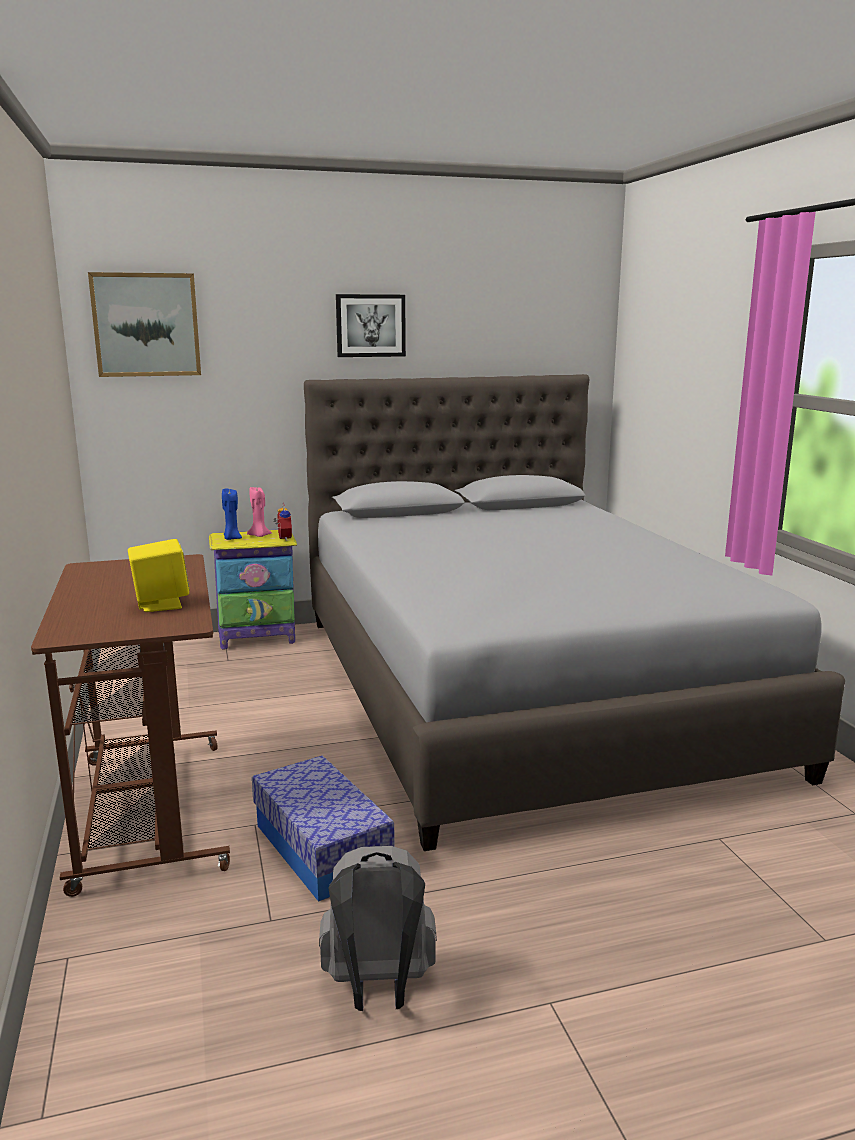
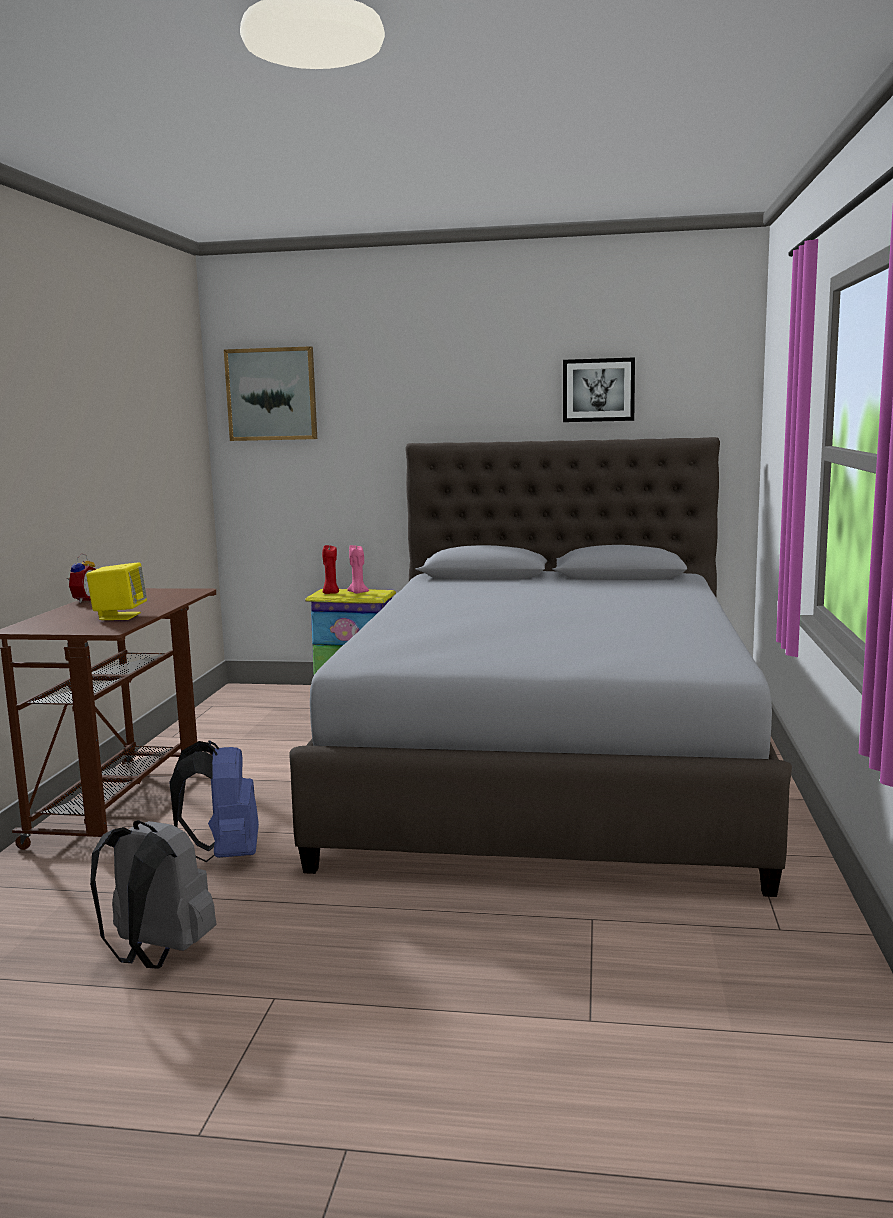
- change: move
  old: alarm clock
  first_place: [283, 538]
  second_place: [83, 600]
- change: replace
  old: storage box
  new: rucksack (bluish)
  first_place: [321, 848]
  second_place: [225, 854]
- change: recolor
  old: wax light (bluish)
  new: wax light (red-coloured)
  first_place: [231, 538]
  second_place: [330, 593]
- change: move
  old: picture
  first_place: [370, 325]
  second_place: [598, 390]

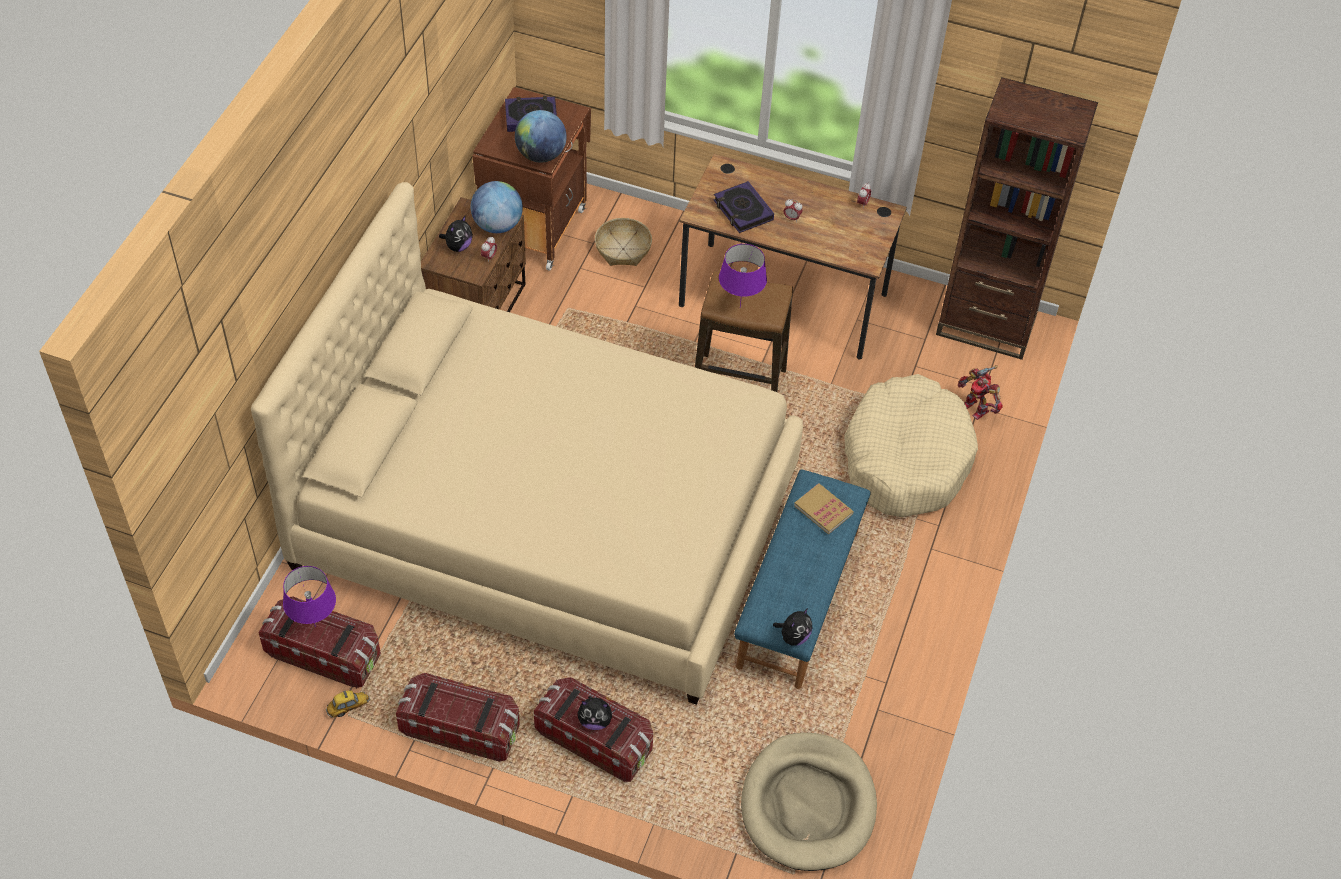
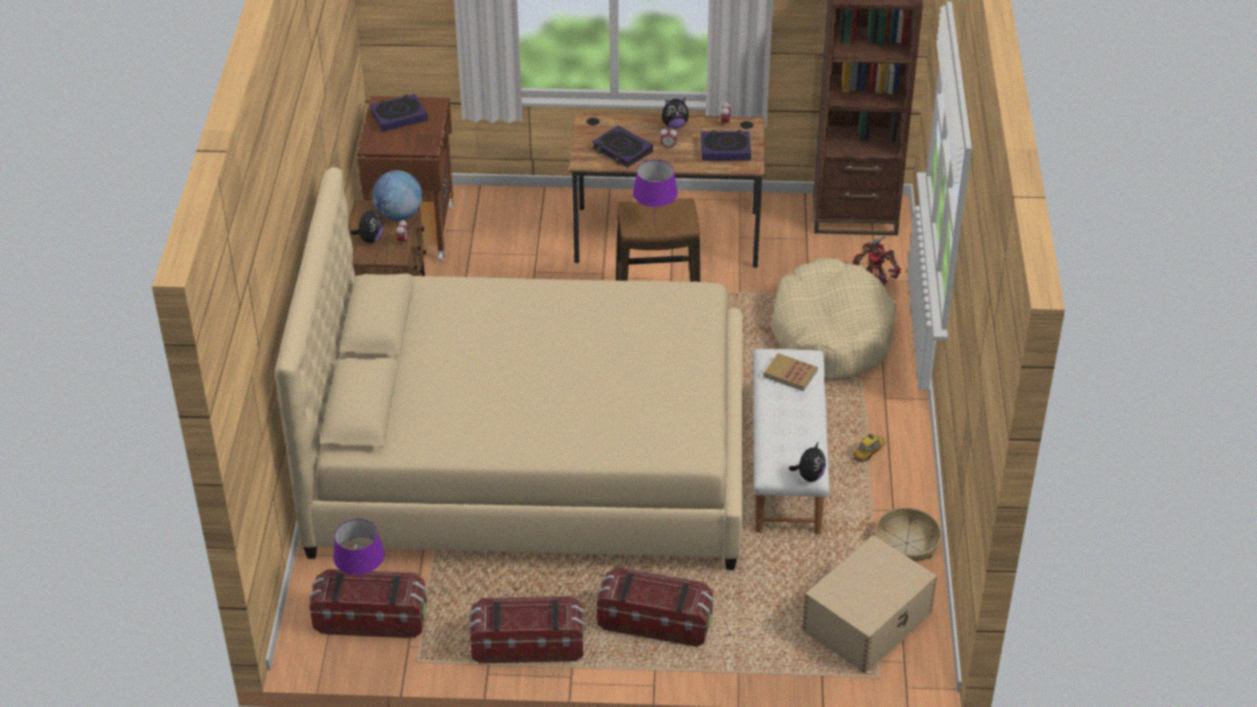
- change: move
  old: plush toy
  first_place: [595, 721]
  second_place: [674, 125]
- change: insert
  new: volume
  second_place: [725, 149]
- change: recolor
  old: bench (bluish)
  new: bench (white)
  first_place: [797, 598]
  second_place: [785, 465]
- change: replace
  old: dog bed (beige-coloured)
  new: storage box (beige-coloured)
  first_place: [808, 805]
  second_place: [868, 621]
- change: move
  old: toy car
  first_place: [348, 707]
  second_place: [869, 453]
- change: move
  old: basket
  first_place: [622, 249]
  second_place: [906, 543]
- change: delete
  old: world globe
  first_place: [541, 155]

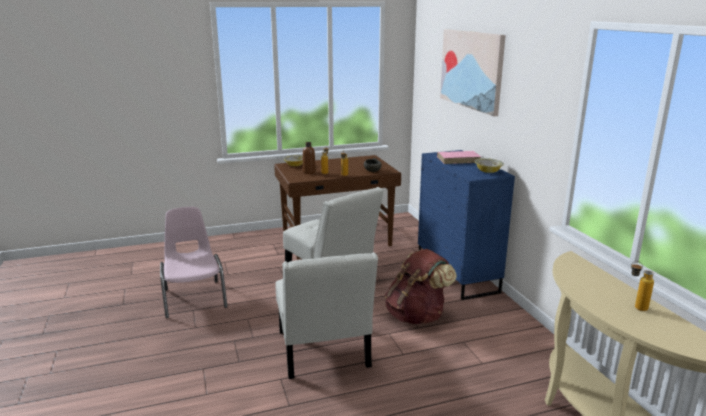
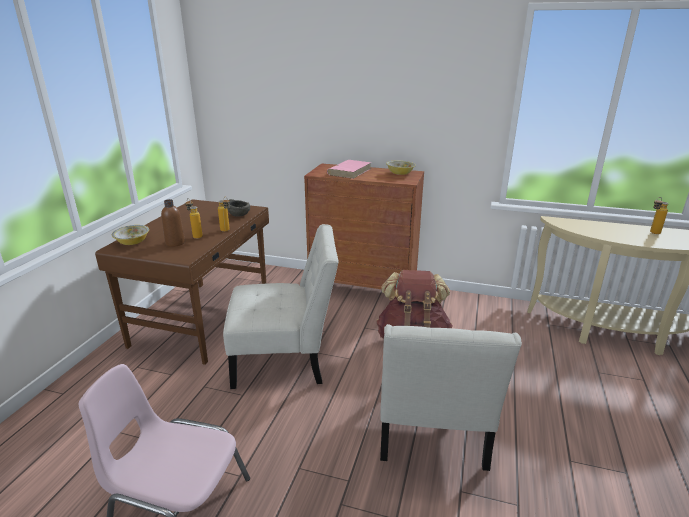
- change: recolor
  old: drawer chest (bluish)
  new: drawer chest (brownish)
  first_place: [458, 274]
  second_place: [363, 289]
- change: rotate
  old: plain chair (white)
  first_place: [323, 353]
  second_place: [431, 431]
  degrees: 75
- change: delete
  old: picture
  first_place: [472, 69]

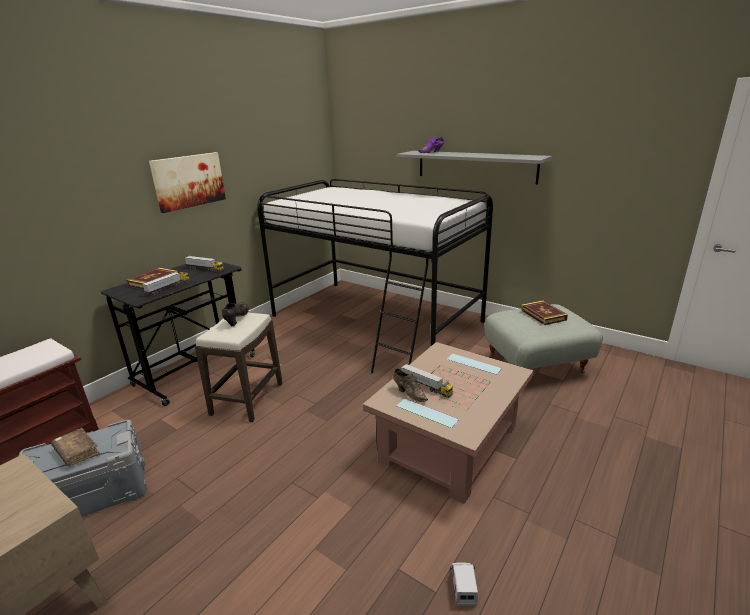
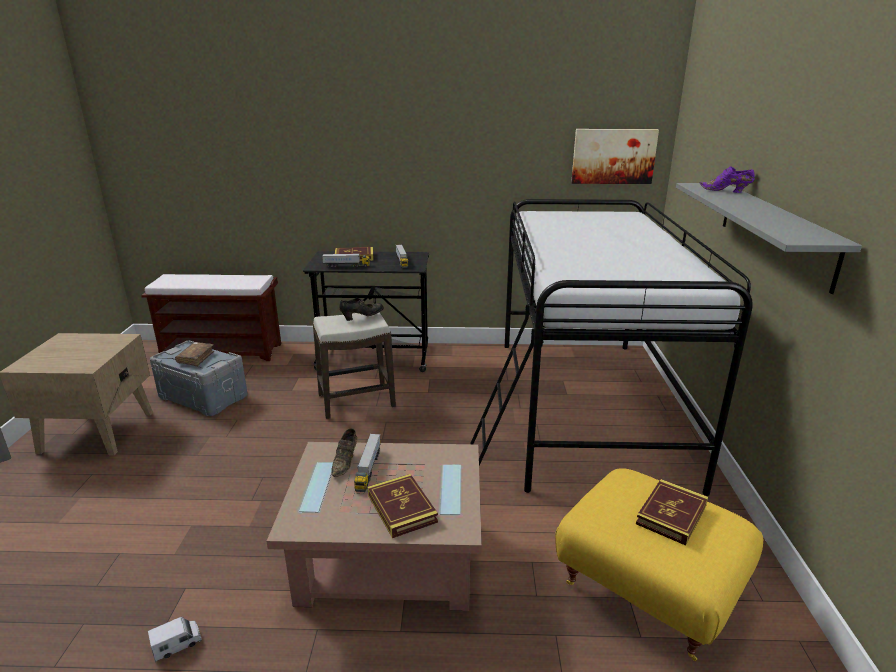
- change: insert
  new: volume
  second_place: [402, 508]
- change: recolor
  old: footrest (grey)
  new: footrest (yellow)
  first_place: [536, 366]
  second_place: [646, 592]
- change: move
  old: picture
  first_place: [188, 181]
  second_place: [613, 156]

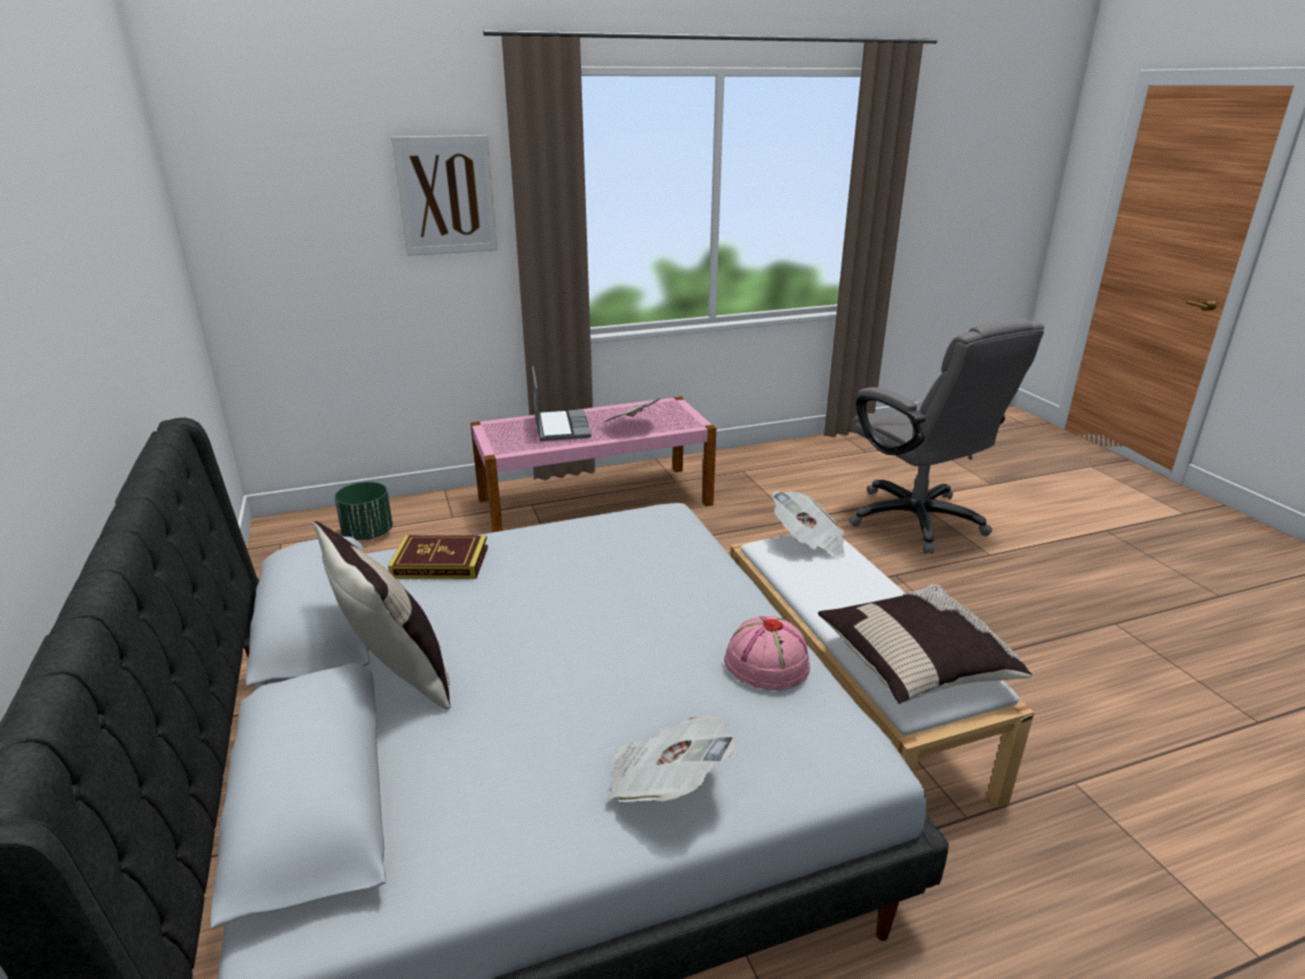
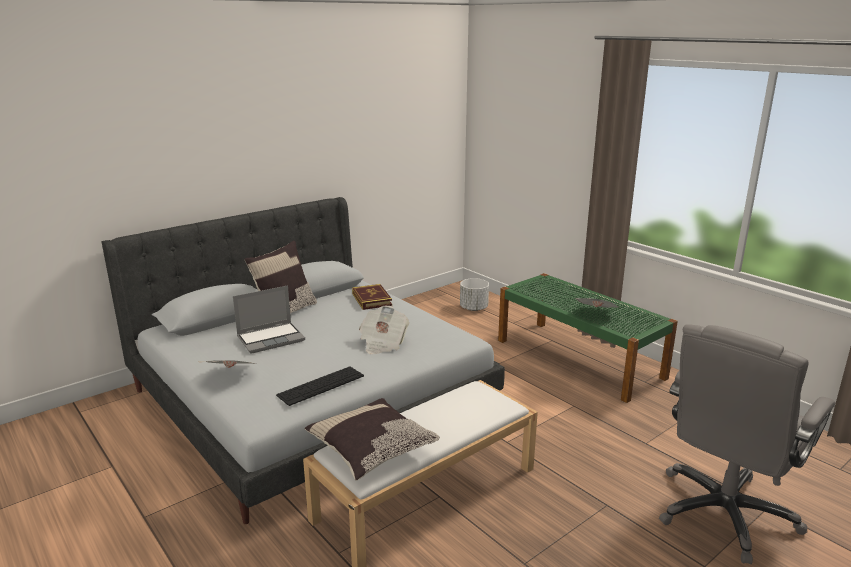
- change: move
  old: portable computer
  first_place: [560, 427]
  second_place: [271, 338]
- change: replace
  old: wearable hat (pink)
  new: computer keyboard
  first_place: [766, 663]
  second_place: [321, 385]
- change: move
  old: printed paper
  first_place: [809, 542]
  second_place: [383, 343]
- change: recolor
  old: plant pot (greenish)
  new: plant pot (white)
  first_place: [368, 534]
  second_place: [474, 308]
- change: recolor
  old: bench (pink)
  new: bench (greenish)
  first_place: [594, 501]
  second_place: [579, 358]
- change: delete
  old: picture
  first_place: [446, 195]

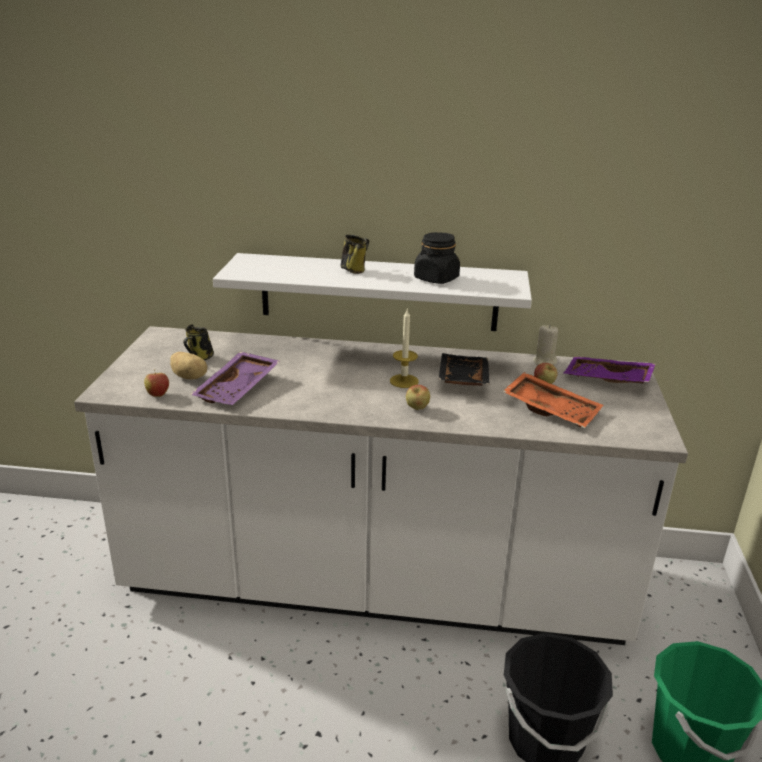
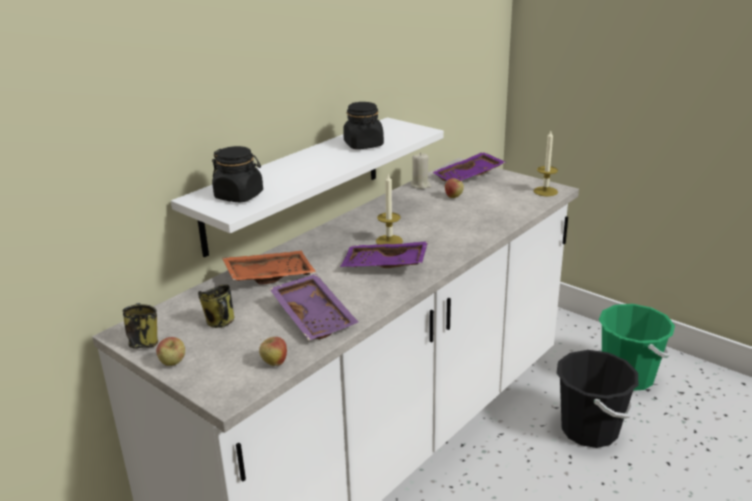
- change: move
  old: mug
  first_place: [354, 270]
  second_place: [143, 342]
- change: move
  old: whole apple
  first_place: [417, 409]
  second_place: [173, 364]
- change: insert
  new: preserve jar (black-coloured)
  second_place: [239, 196]
- change: move
  old: carrying tray (orange-coloured)
  first_place: [551, 409]
  second_place: [269, 275]
- change: insert
  new: carrying tray (purple)
  second_place: [384, 266]
- change: insert
  new: wax light
  second_place: [545, 191]
- change: delete
  old: spud
  first_place: [190, 377]
- change: delete
  old: carrying tray (black-coloured)
  first_place: [461, 379]

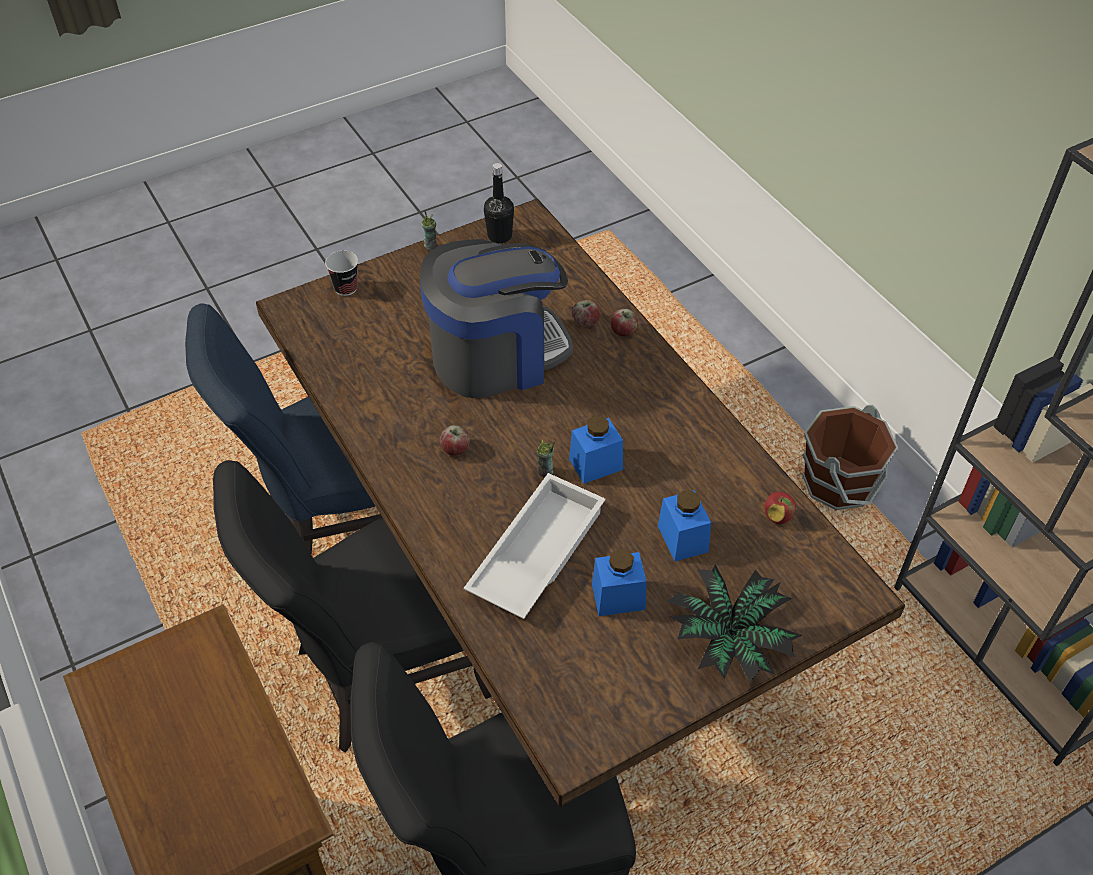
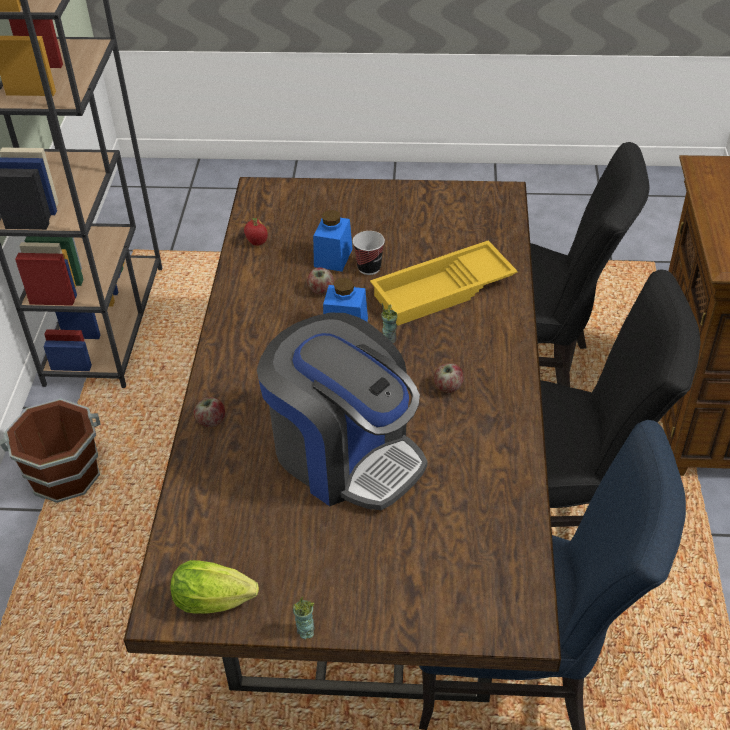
- change: replace
  old: beverage bottle (black-coloured)
  new: head of lettuce
  first_place: [499, 236]
  second_place: [218, 601]
- change: rotate
  old: coffee maker
  first_place: [497, 356]
  second_place: [345, 454]
  degrees: -150
- change: move
  old: whole apple
  first_place: [586, 322]
  second_place: [321, 290]
- change: move
  old: small cup
  first_place: [346, 288]
  second_place: [369, 268]
- change: recolor
  old: carrying tray (white)
  new: carrying tray (yellow)
  first_place: [535, 552]
  second_place: [443, 291]
- change: delete
  old: preserve jar (bluish)
  first_place: [618, 597]
- change: delete
  old: potted plant
  first_place: [728, 640]

